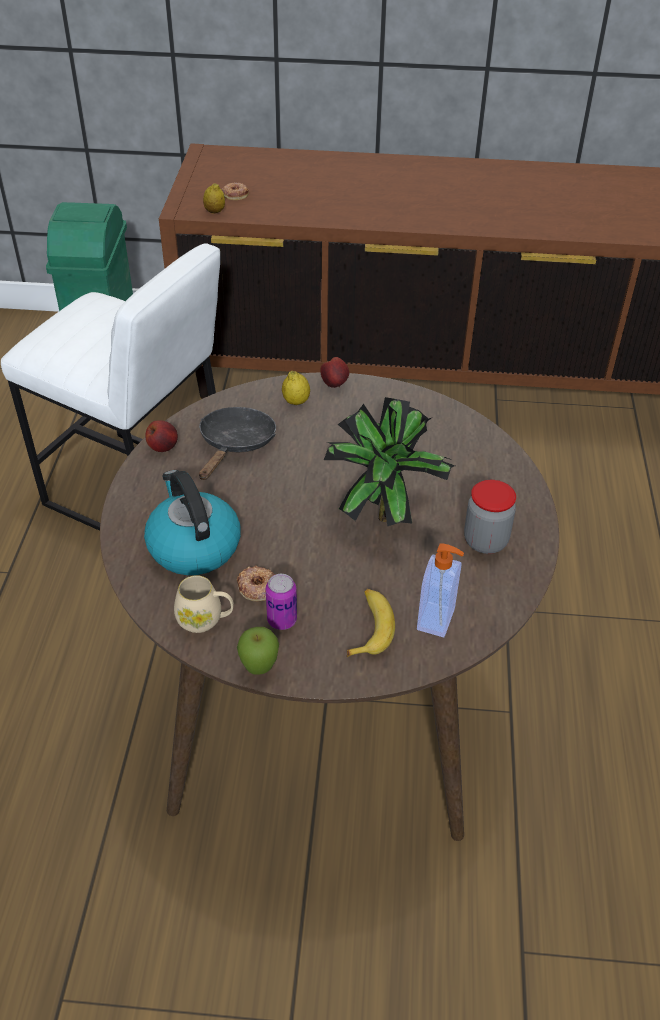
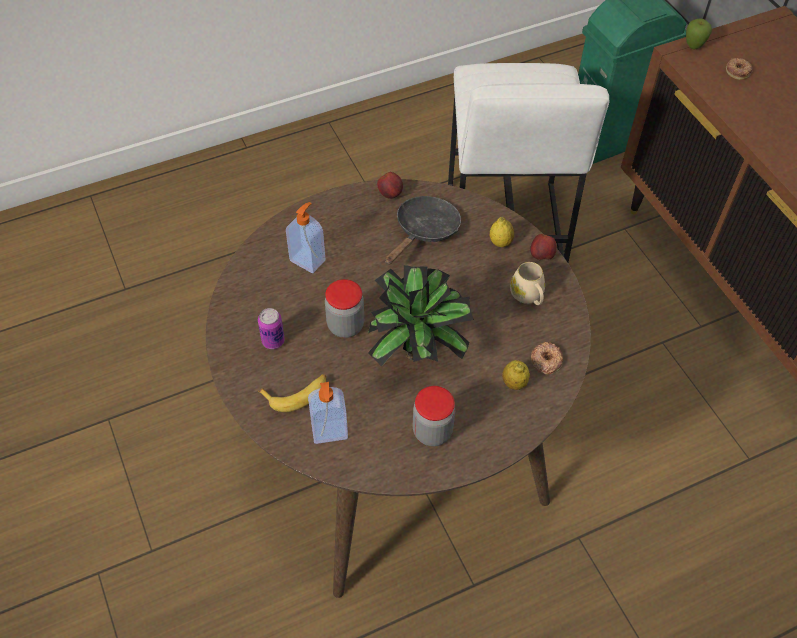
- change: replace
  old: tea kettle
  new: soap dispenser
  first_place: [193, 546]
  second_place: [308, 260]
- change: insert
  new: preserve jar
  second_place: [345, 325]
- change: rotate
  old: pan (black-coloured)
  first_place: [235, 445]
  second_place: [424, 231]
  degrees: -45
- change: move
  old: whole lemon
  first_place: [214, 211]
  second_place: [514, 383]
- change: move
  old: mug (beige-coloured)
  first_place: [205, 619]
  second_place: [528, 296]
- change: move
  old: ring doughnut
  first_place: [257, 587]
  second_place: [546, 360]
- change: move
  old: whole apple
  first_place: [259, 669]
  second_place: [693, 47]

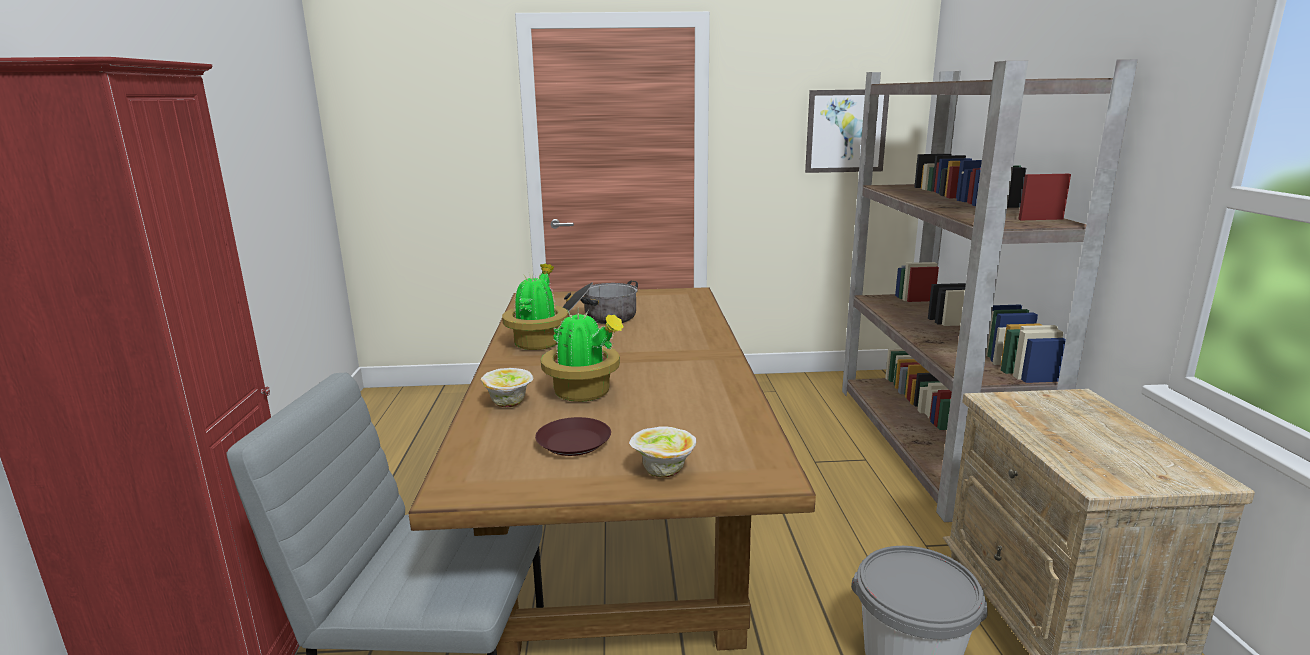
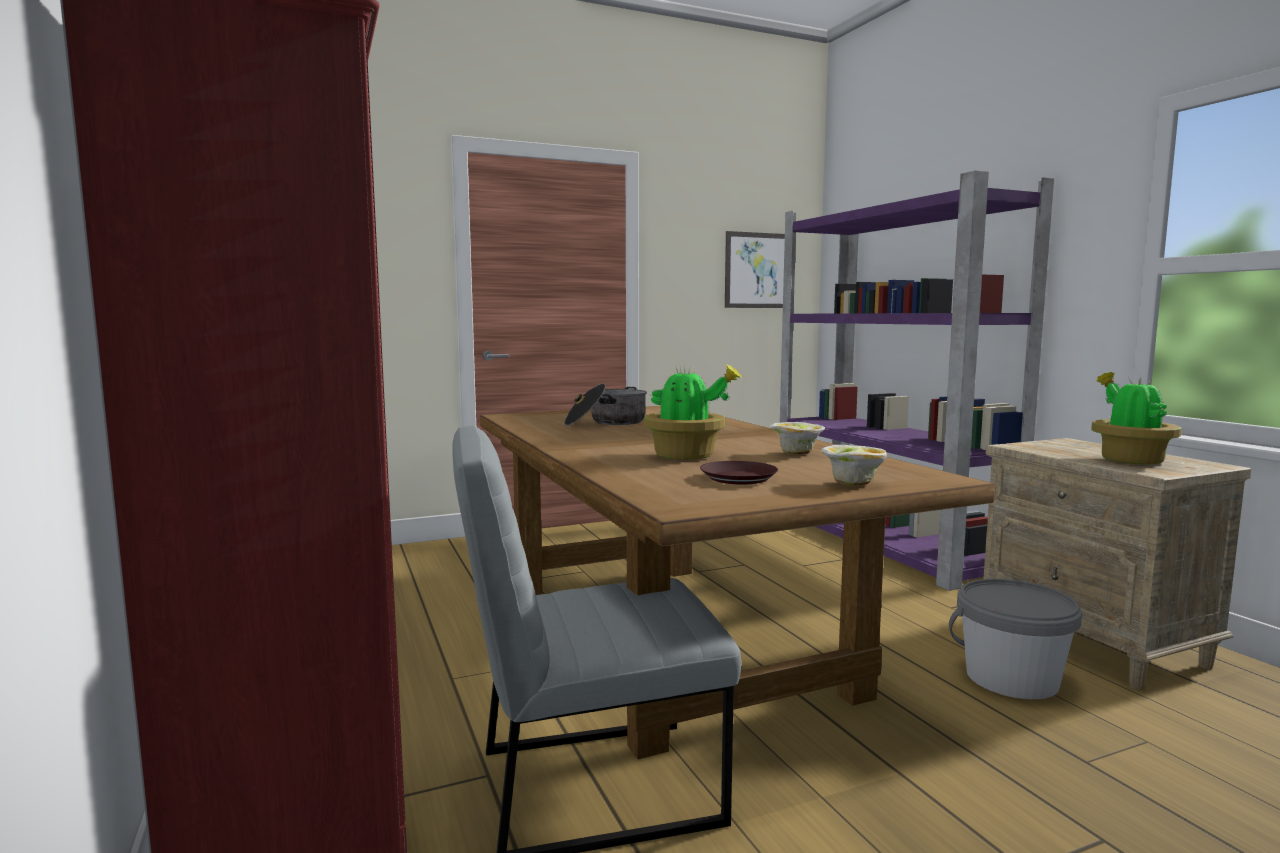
- change: move
  old: serving bowl
  first_place: [509, 403]
  second_place: [796, 454]
- change: recolor
  old: bookshelf (brownish)
  new: bookshelf (purple)
  first_place: [928, 443]
  second_place: [884, 542]
- change: move
  old: potted plant
  first_place: [538, 343]
  second_place: [1129, 460]

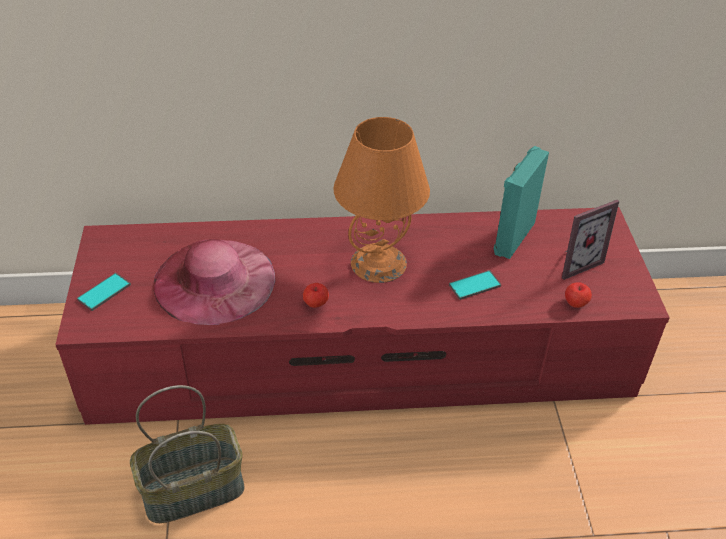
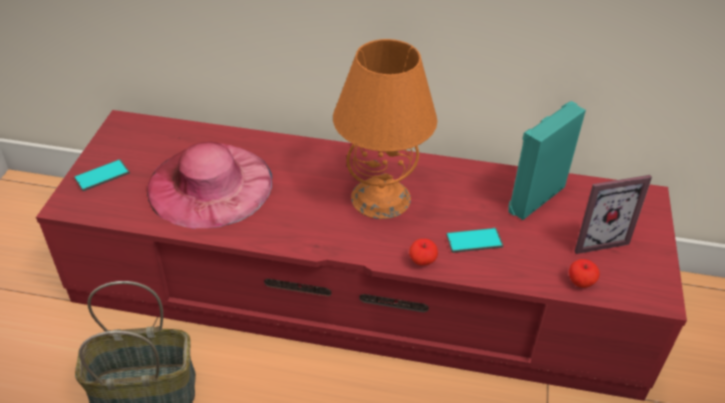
- change: move
  old: whole apple
  first_place: [315, 304]
  second_place: [422, 261]

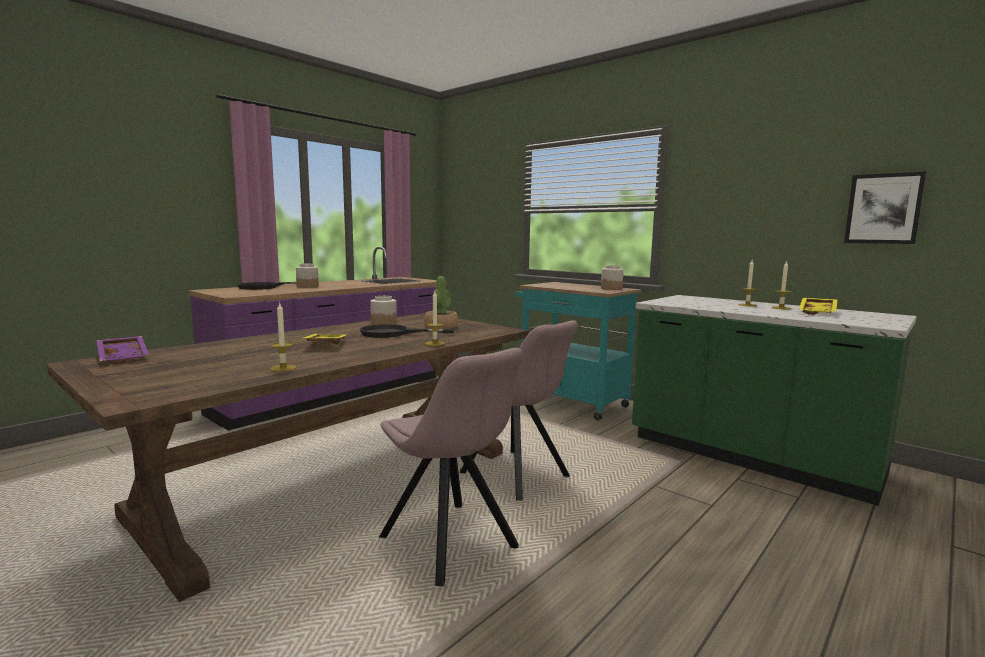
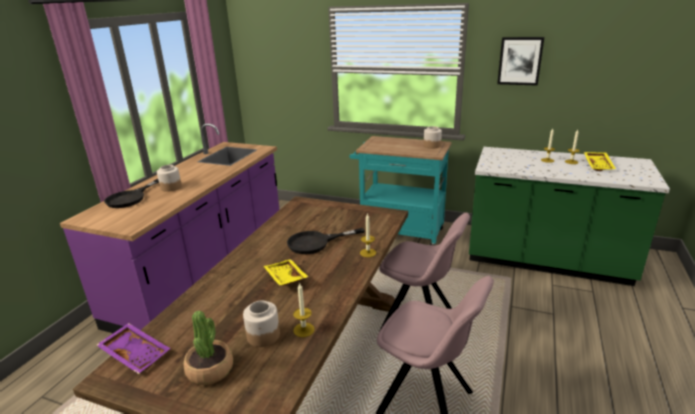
- change: move
  old: potted plant
  first_place: [441, 327]
  second_place: [210, 370]
- change: move
  old: preserve jar
  first_place: [383, 324]
  second_place: [263, 336]
- change: move
  old: picture
  first_place: [883, 209]
  second_place: [520, 61]

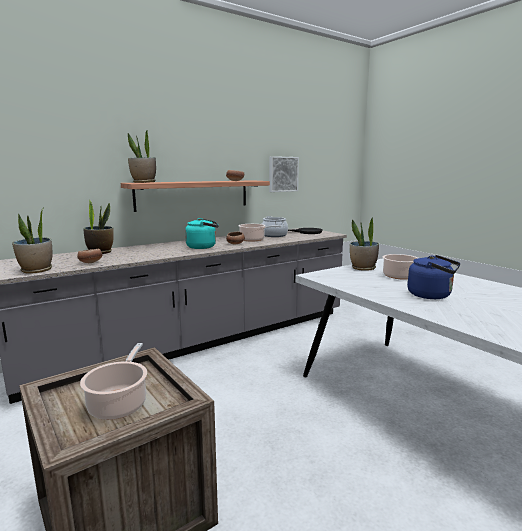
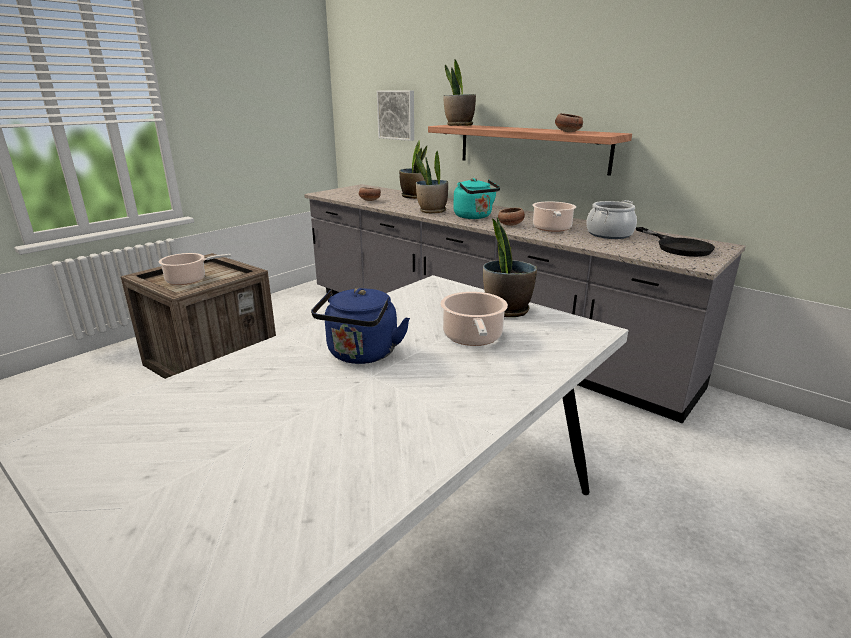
- change: move
  old: picture
  first_place: [282, 174]
  second_place: [397, 115]
- change: move
  old: potted plant
  first_place: [36, 270]
  second_place: [432, 211]

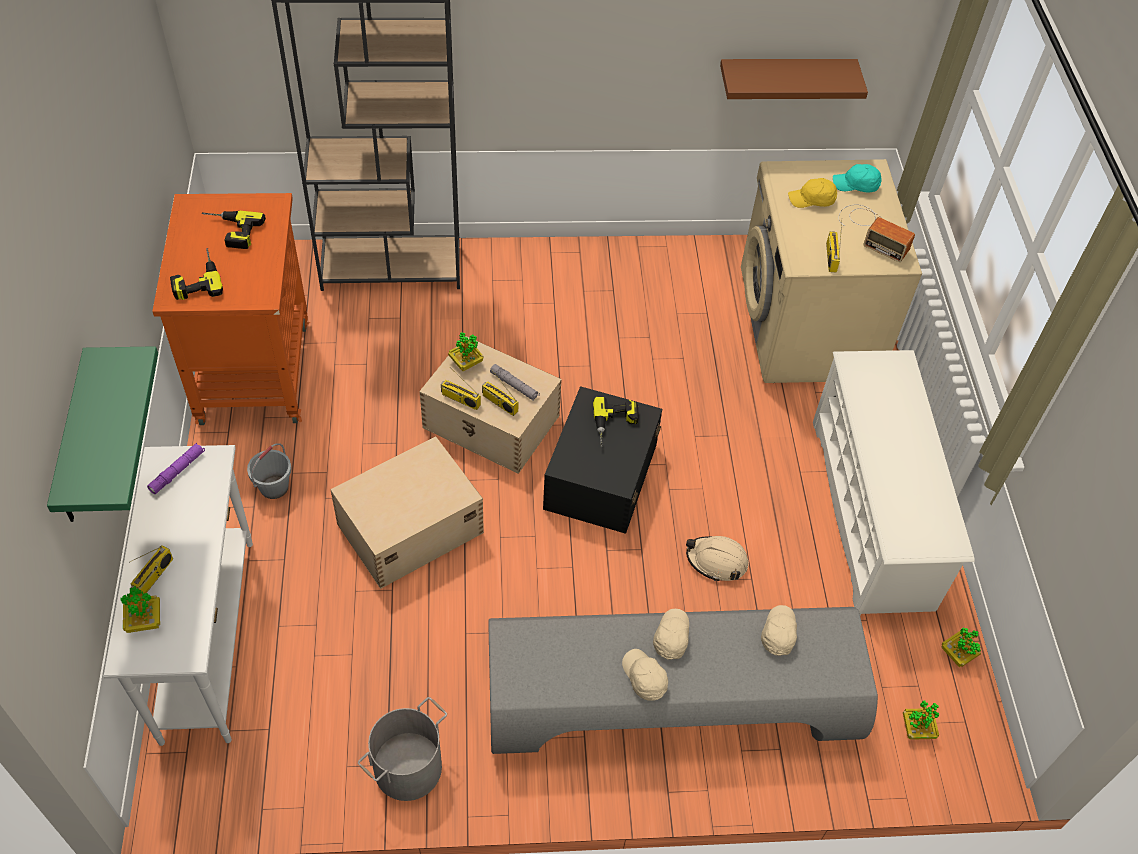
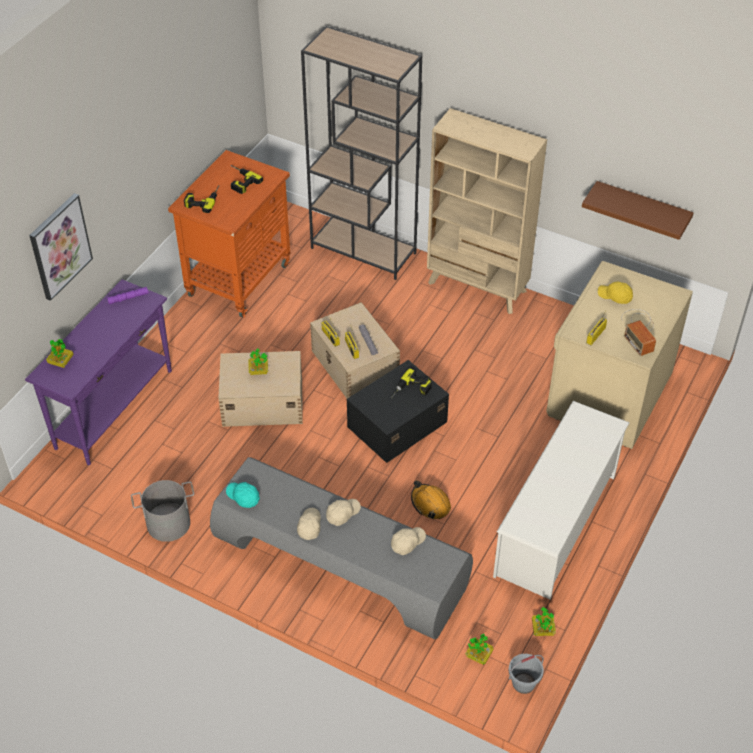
- change: recolor
  old: console table (white)
  new: console table (purple)
  first_place: [206, 637]
  second_place: [114, 408]
- change: replace
  old: shelf (greenish)
  new: picture
  first_place: [74, 442]
  second_place: [60, 246]
- change: move
  old: cap (turquoise-coloured)
  first_place: [856, 185]
  second_place: [243, 497]
- change: move
  old: potted plant
  first_place: [466, 362]
  second_place: [258, 371]
- change: recolor
  old: hard hat (beige-coloured)
  new: hard hat (orange-coloured)
  first_place: [716, 561]
  second_place: [430, 504]
- change: insert
  new: bookshelf (beige-coloured)
  second_place: [477, 287]
- change: move
  old: bucket (grey)
  first_place: [274, 487]
  second_place: [523, 683]
- change: delete
  old: radio set
  first_place: [154, 577]

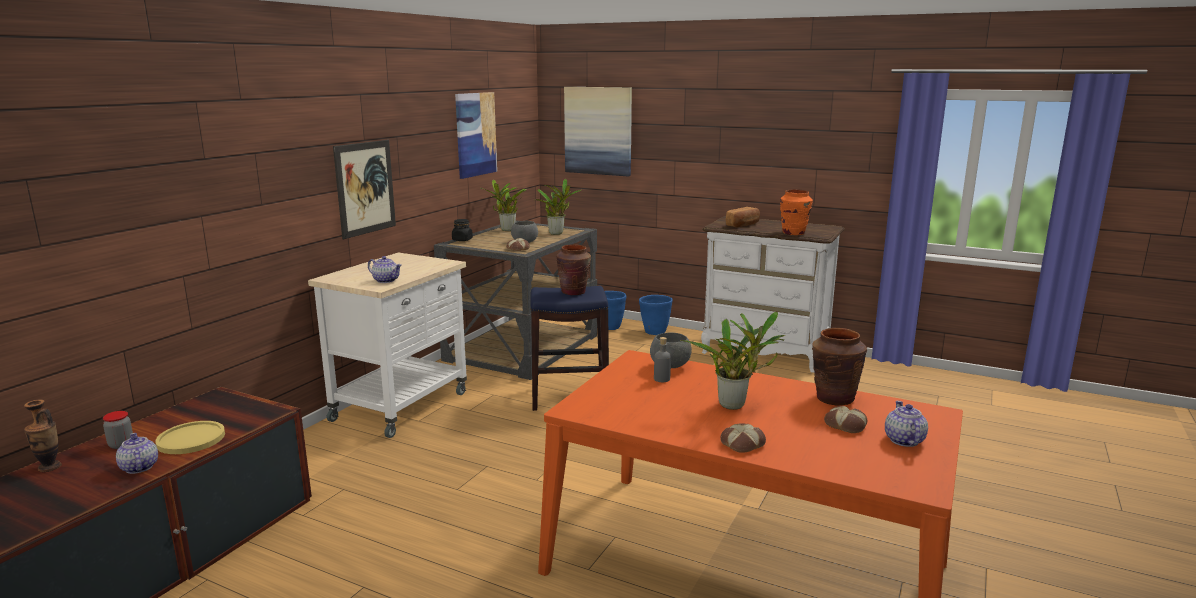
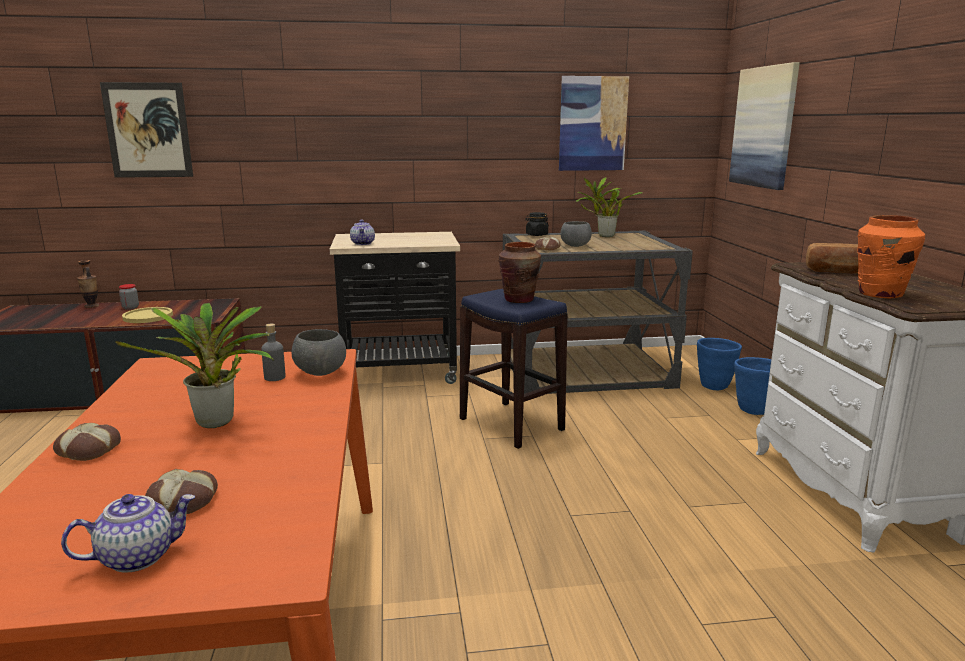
- change: move
  old: picture
  first_place: [365, 188]
  second_place: [148, 130]
- change: recolor
  old: cart (white)
  new: cart (black-coloured)
  first_place: [400, 406]
  second_place: [399, 373]
- change: delete
  old: pot for tea
  first_place: [138, 467]
- change: delete
  old: potted plant
  first_place: [557, 233]
- change: delete
  old: flower vase (brownish)
  first_place: [834, 398]

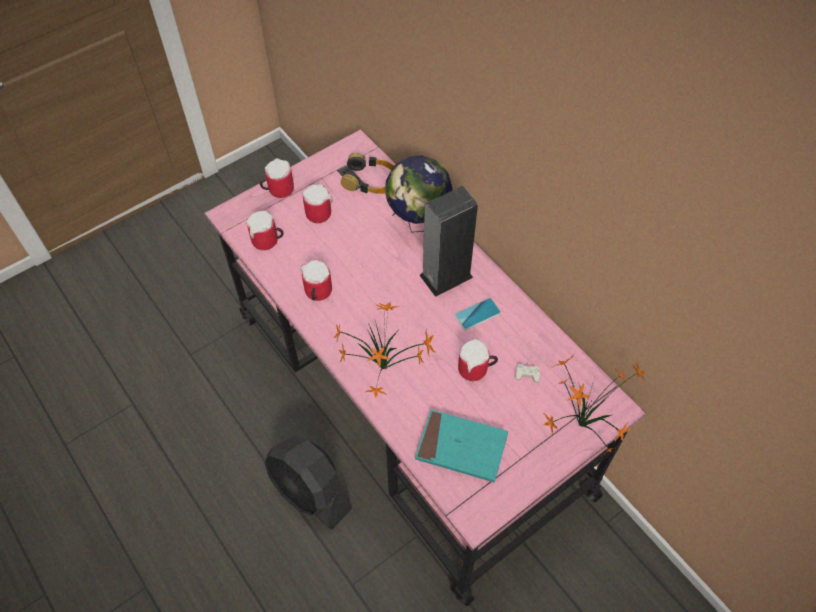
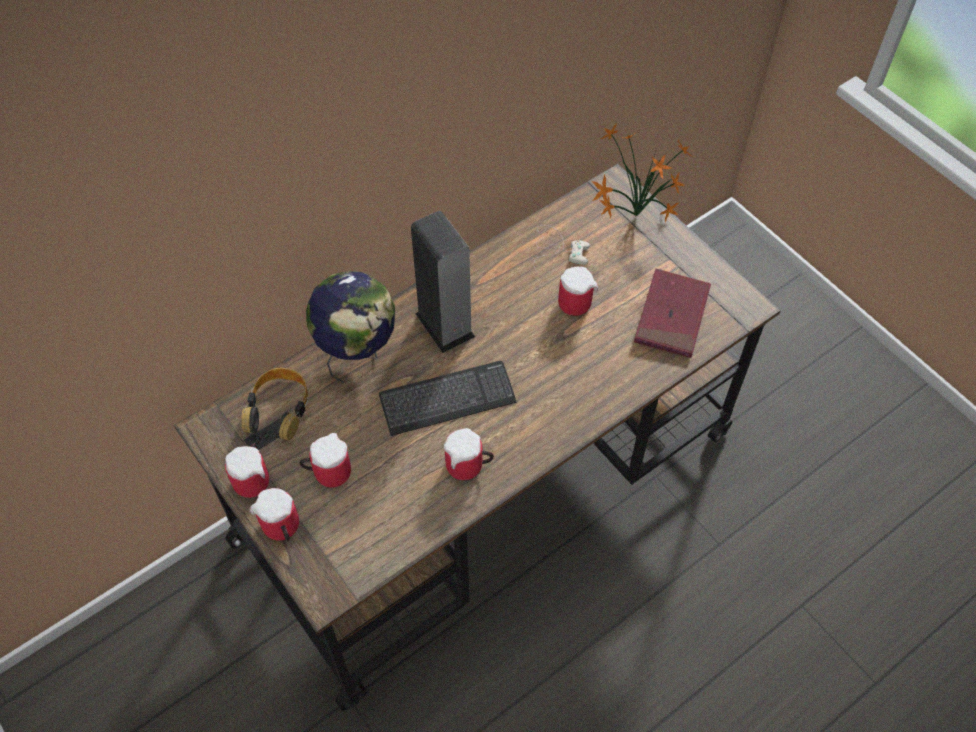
- change: recolor
  old: desk (pink)
  new: desk (brownish)
  first_place: [408, 401]
  second_place: [486, 486]
- change: move
  old: mug
  first_place: [268, 242]
  second_place: [254, 477]
- change: insert
  new: computer keyboard
  second_place: [447, 399]
- change: recolor
  old: volume (turquoise-coloured)
  new: volume (red-coloured)
  first_place: [461, 447]
  second_place: [671, 316]
- change: delete
  old: electric fan (black-coloured)
  first_place: [310, 491]
- change: delete
  old: potted plant
  first_place: [386, 370]
- change: delete
  old: handset
  first_place: [477, 314]

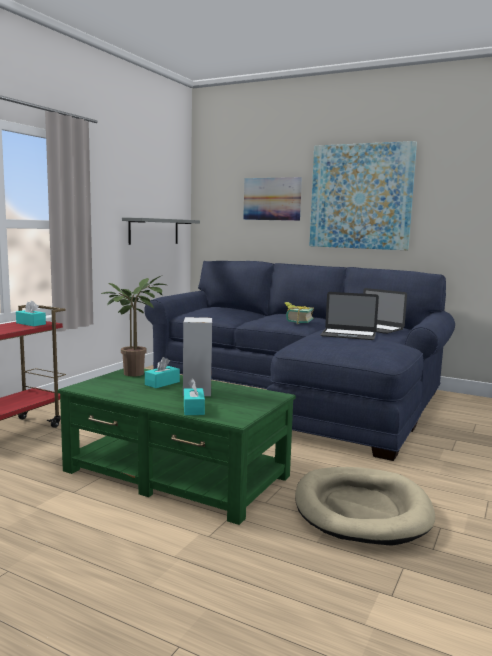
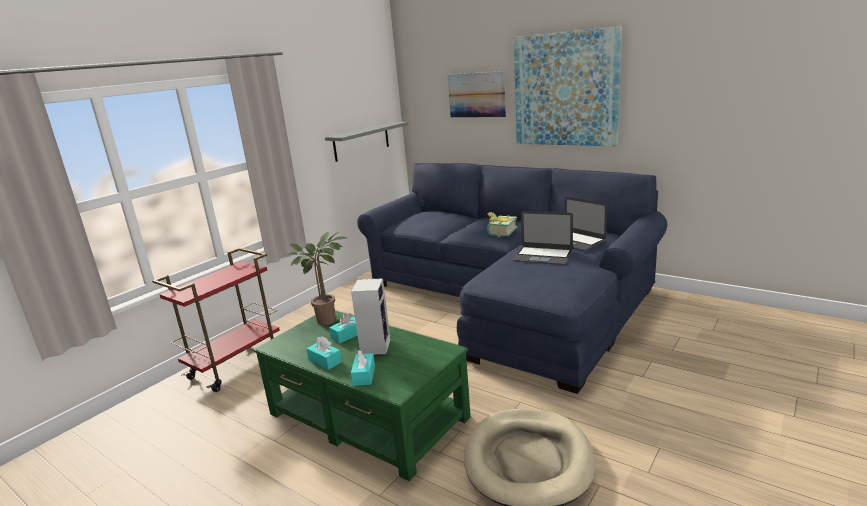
- change: move
  old: tissue holder (turquoise-coloured)
  first_place: [31, 323]
  second_place: [325, 361]

